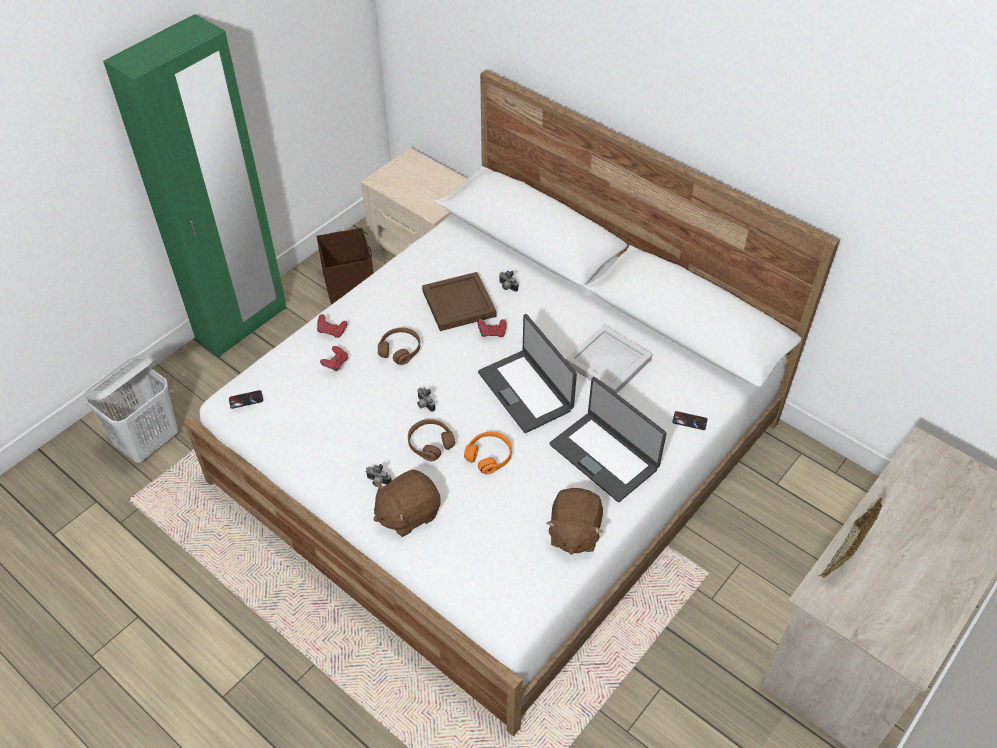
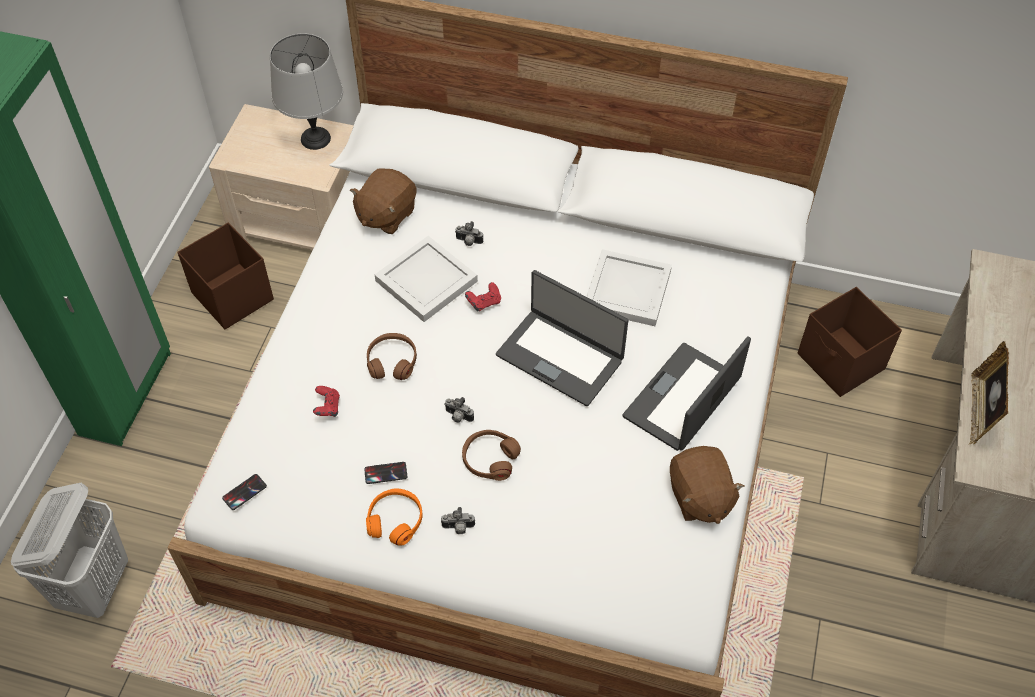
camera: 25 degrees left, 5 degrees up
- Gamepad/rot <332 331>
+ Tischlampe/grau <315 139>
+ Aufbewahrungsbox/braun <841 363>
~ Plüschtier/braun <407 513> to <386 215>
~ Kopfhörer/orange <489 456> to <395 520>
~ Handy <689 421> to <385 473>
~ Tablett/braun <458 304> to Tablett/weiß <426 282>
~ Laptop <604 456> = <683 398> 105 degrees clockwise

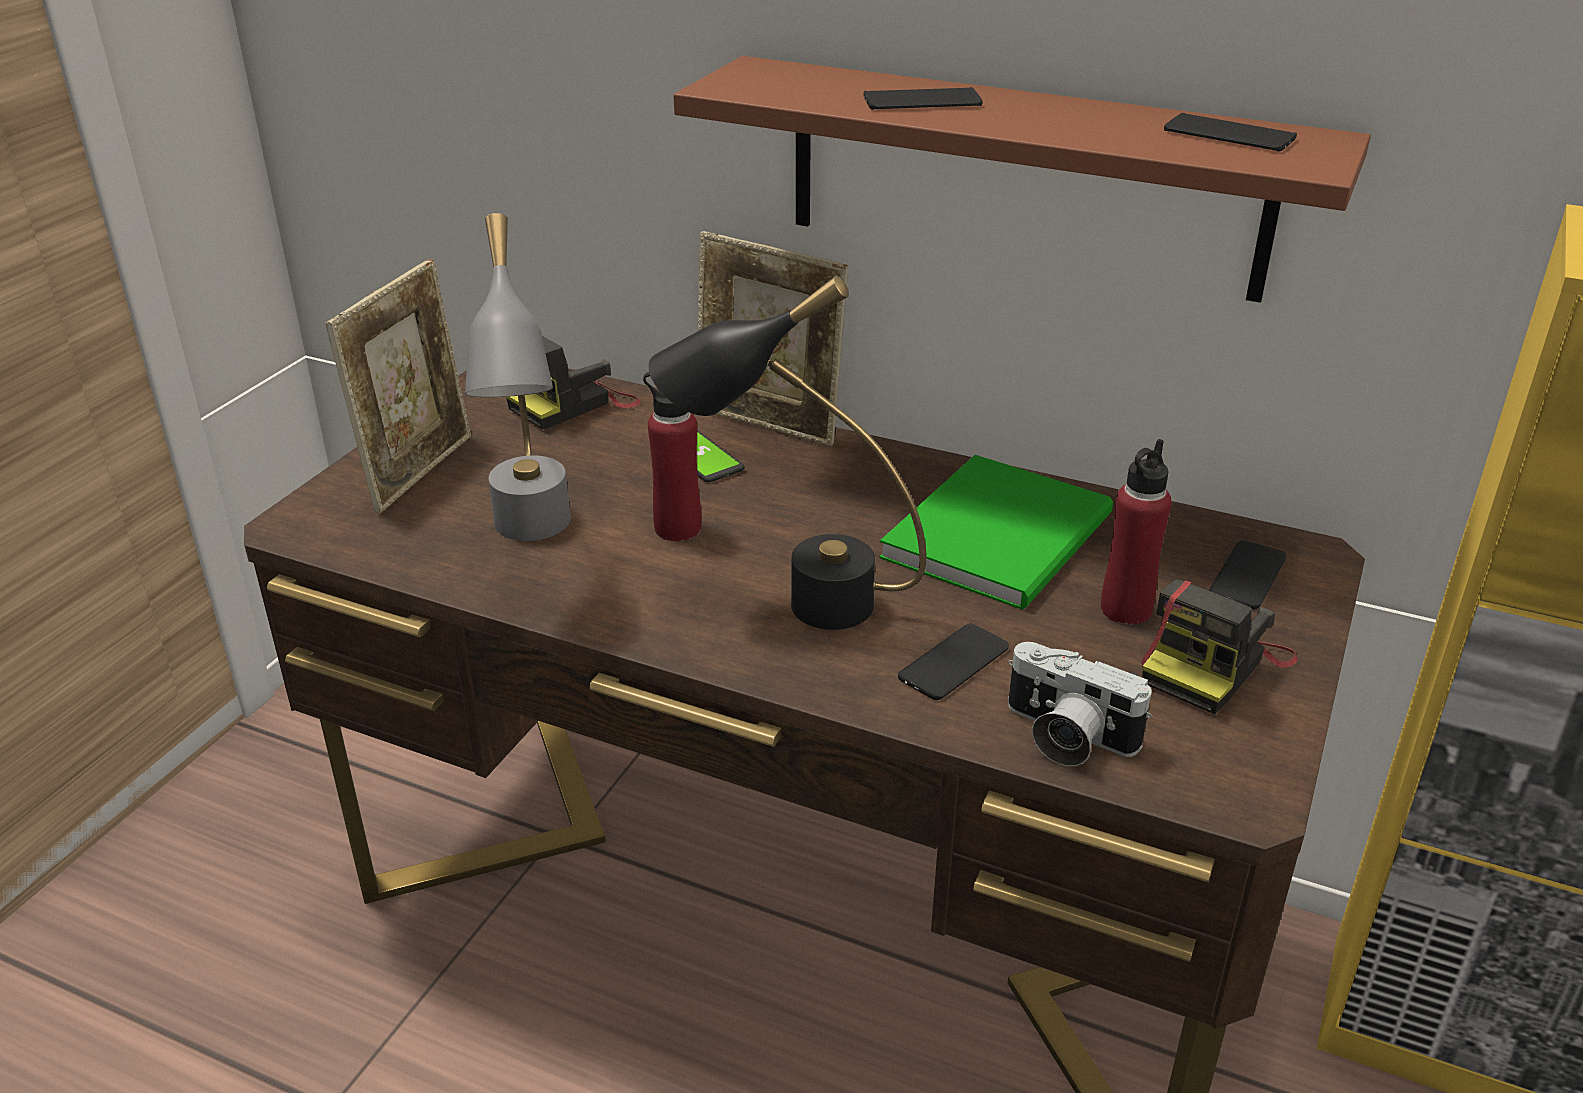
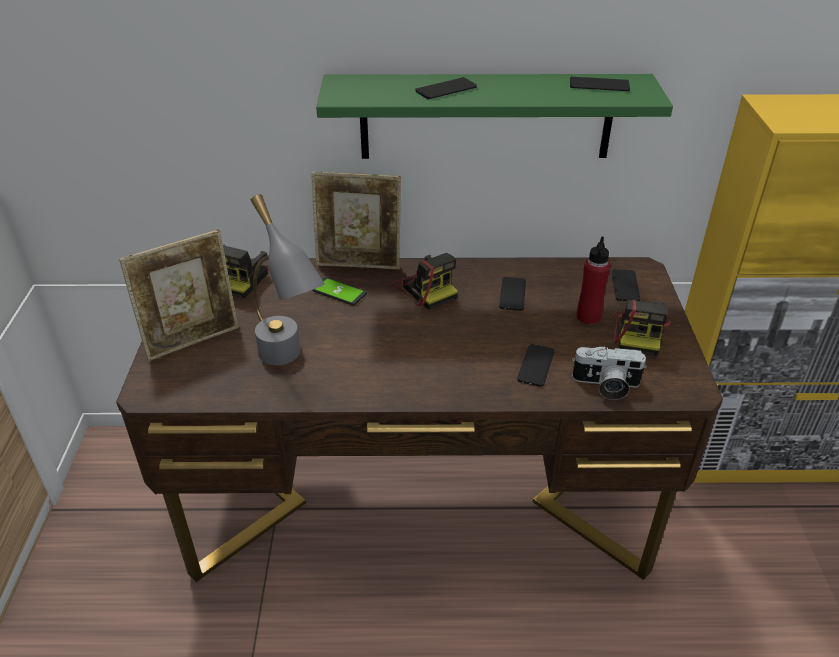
camera: 25 degrees left, 5 degrees up
- Flasche/rot <677 528>
- Tischlampe/schwarz <791 599>
+ Kamera <425 289>
~ Buch/grün <1005 534> to Handy <512 294>
~ Wandregal/braun <1023 178> to Wandregal/grün <486 116>
~ Bilderrahmen <419 471> = <193 340> 60 degrees clockwise

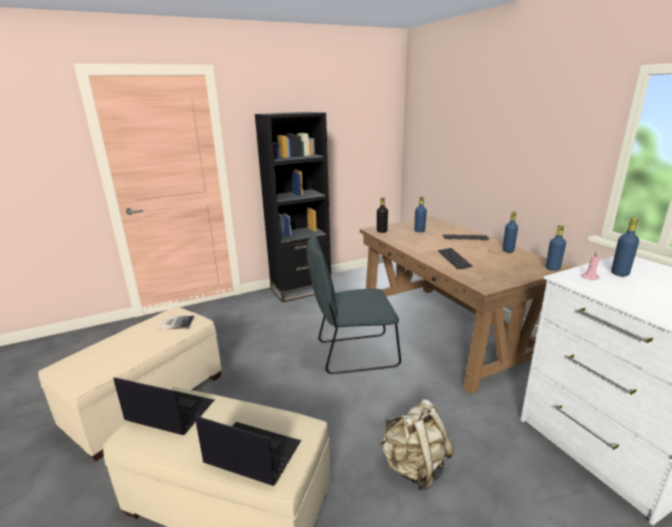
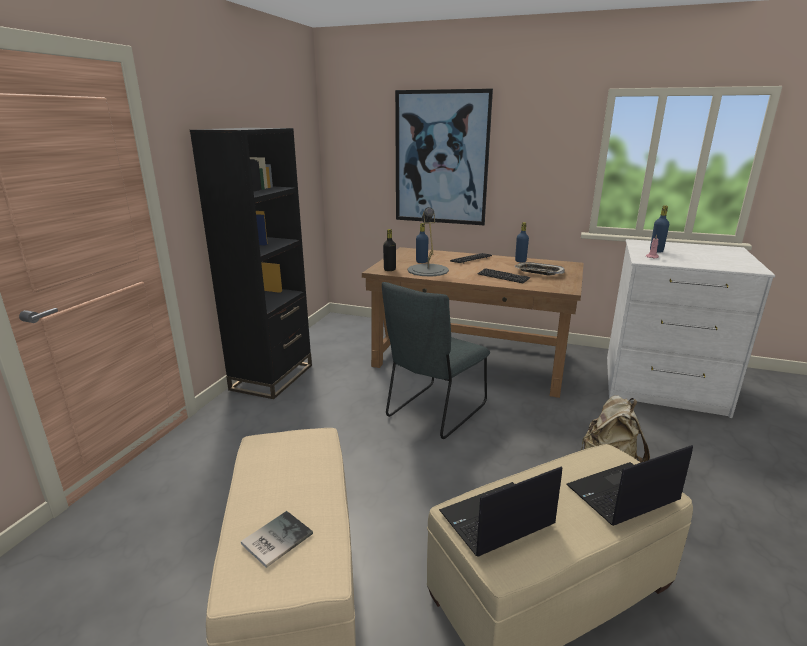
camera: 45 degrees left, 0 degrees up
- Flasche/blau <552 268>
+ Bild <441 158>
+ Tischlampe/grau <427 270>
+ Tablett <538 272>
~ Buch <176 323> to <274 539>

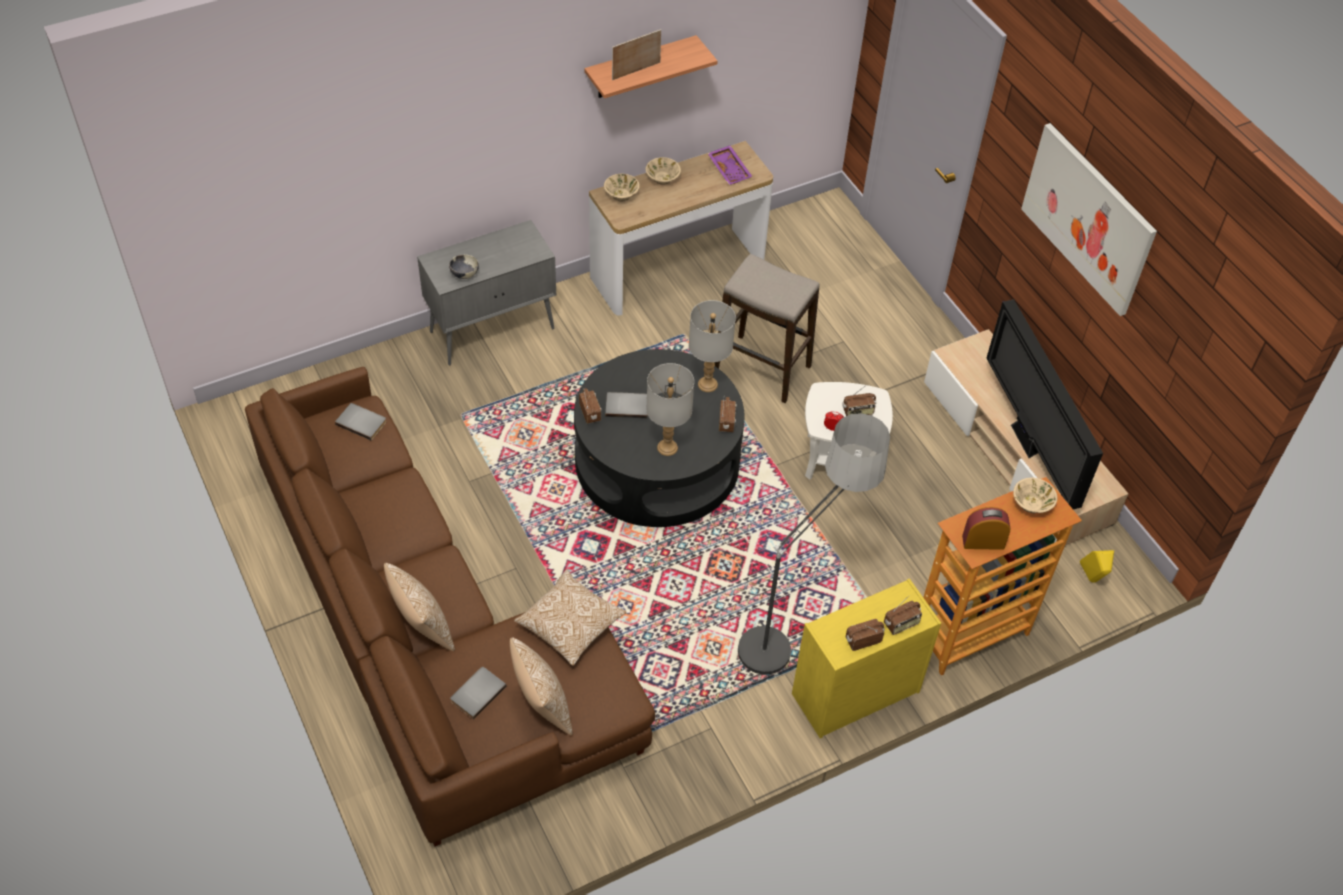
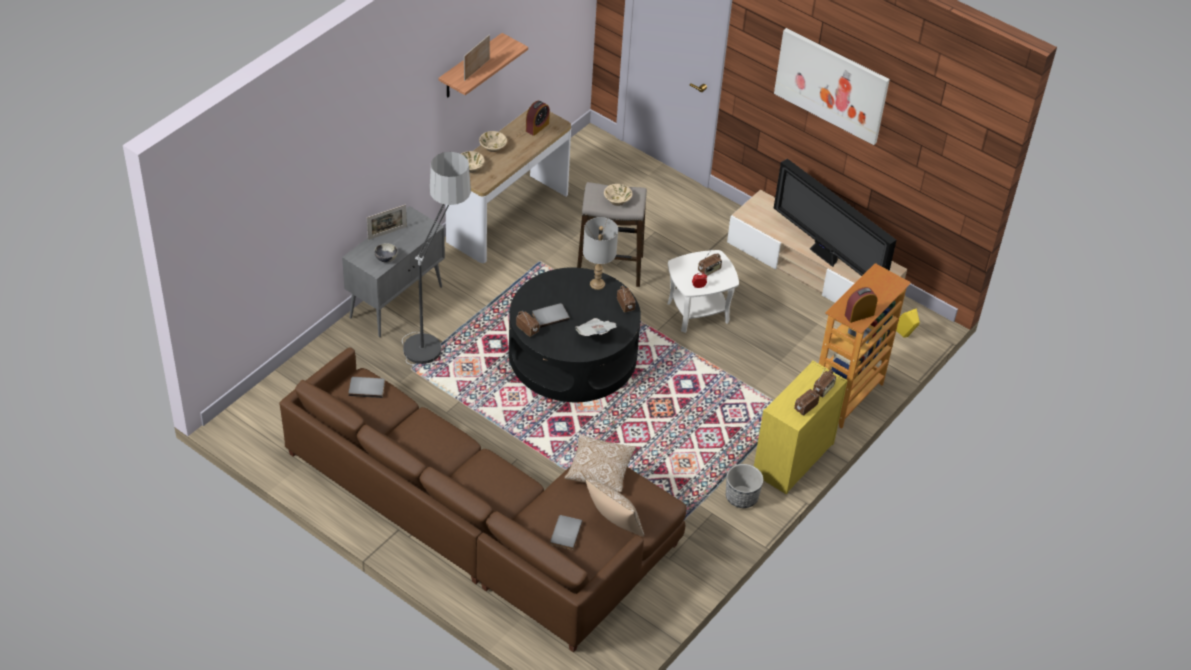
camera: 25 degrees left, 5 degrees down
- Kissen <422 628>
+ Bilderrahmen <387 233>
+ Pflanzkübel <741 497>
~ Stehlampe <793 627> to <435 330>
~ Schüssel/beige <1032 503> to <617 200>
~ Tischlampe/grau <667 447> to Zeitung <595 334>
~ Tablett/lila <730 170> to Wecker <537 127>

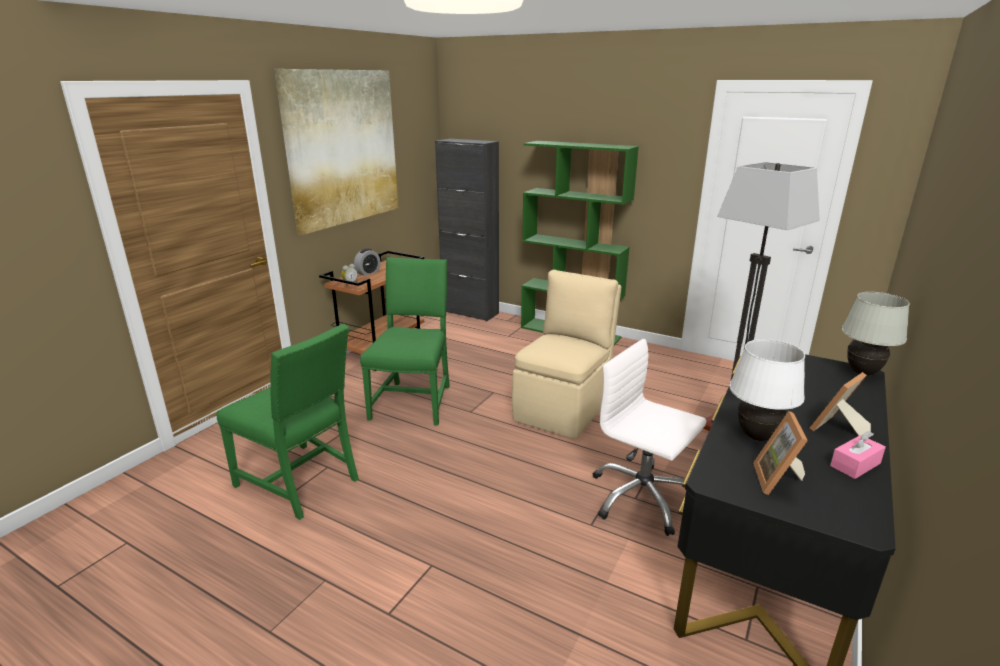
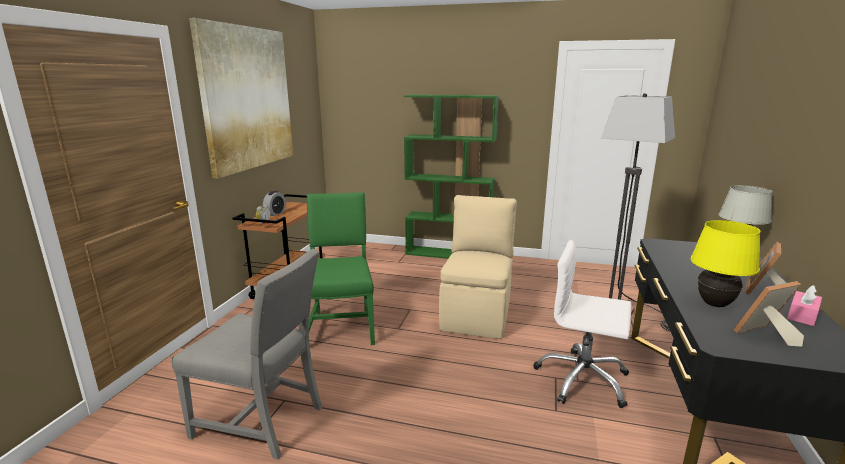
camera: 15 degrees left, 5 degrees down
- Schrank/schwarz <470 312>
~ Stuhl/grün <301 482> to Stuhl/grau <263 420>
~ Tischlampe/weiß <756 436> to Tischlampe/gelb <714 304>
~ Bilderrahmen <779 481> = <765 336> 75 degrees clockwise

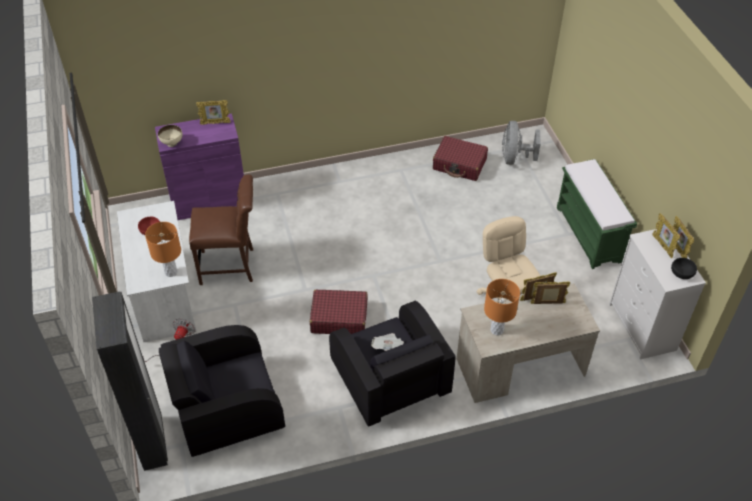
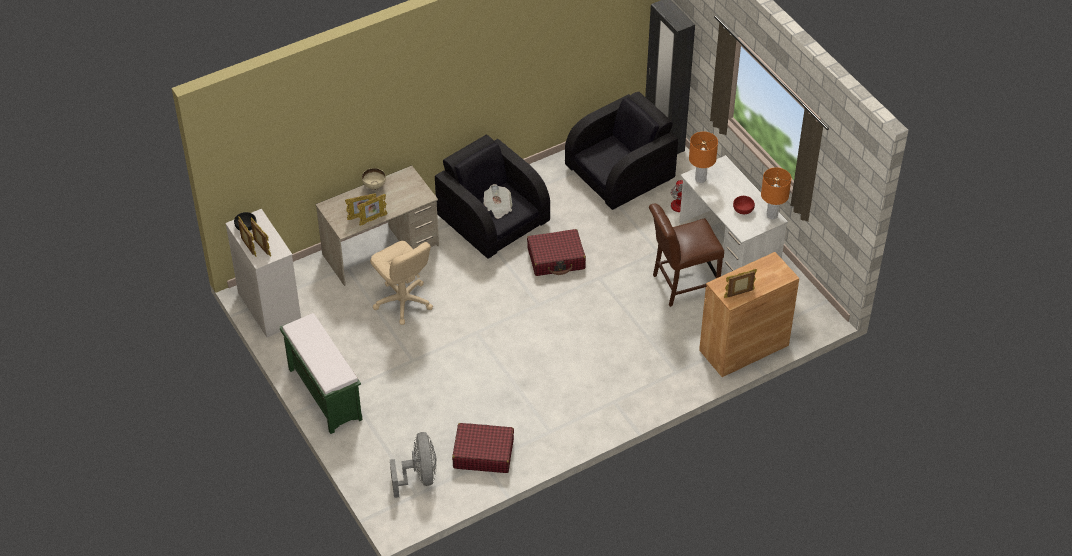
camera: 165 degrees right, 0 degrees up
~ Schüssel/beige <172 143> to <374 186>
~ Tischlampe/orange <497 330> to <771 215>
~ Schrank/lila <209 201> to Schrank/braun <744 348>

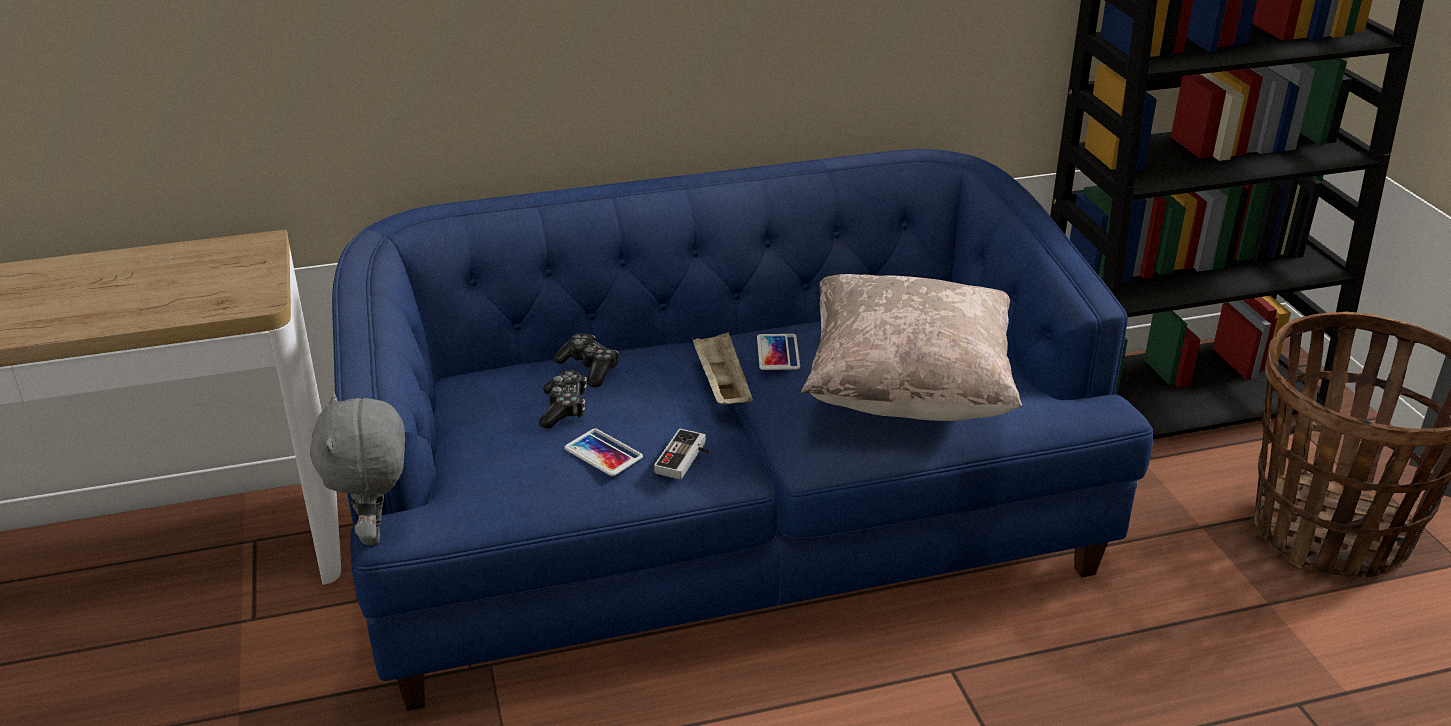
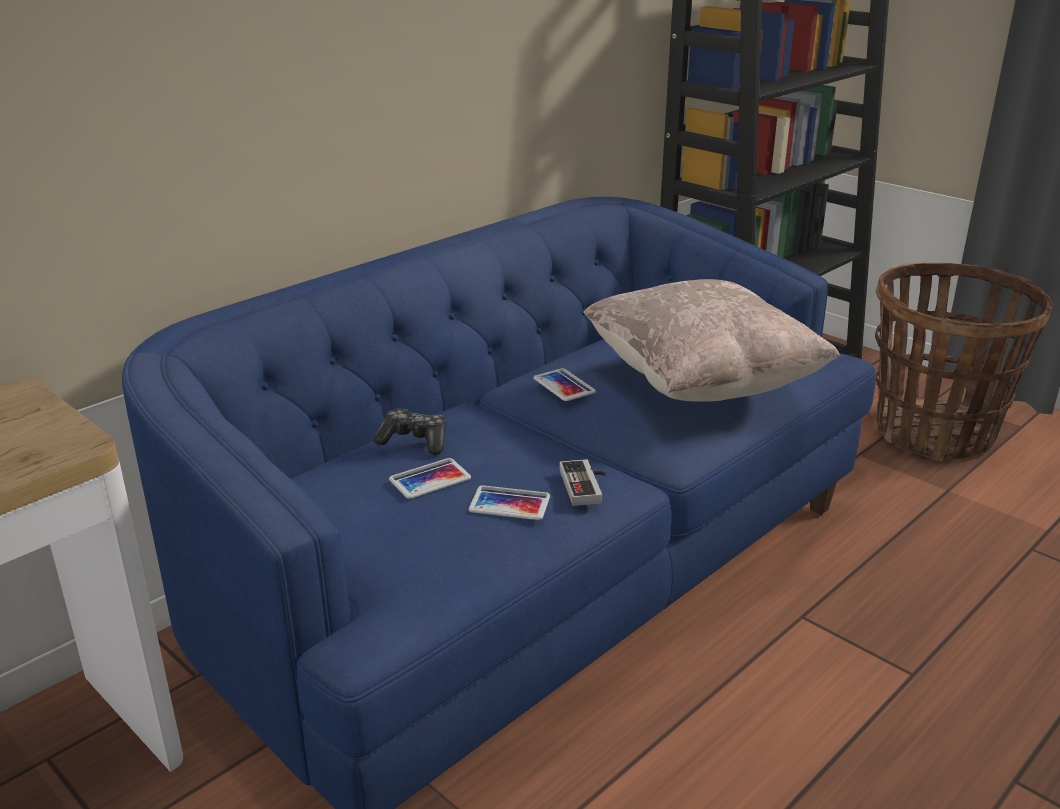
camera: 30 degrees left, 5 degrees down
- Plüschtier/grau <376 532>
- Tablett/beige <721 386>
~ Gamepad <564 408> to Handy <430 479>

